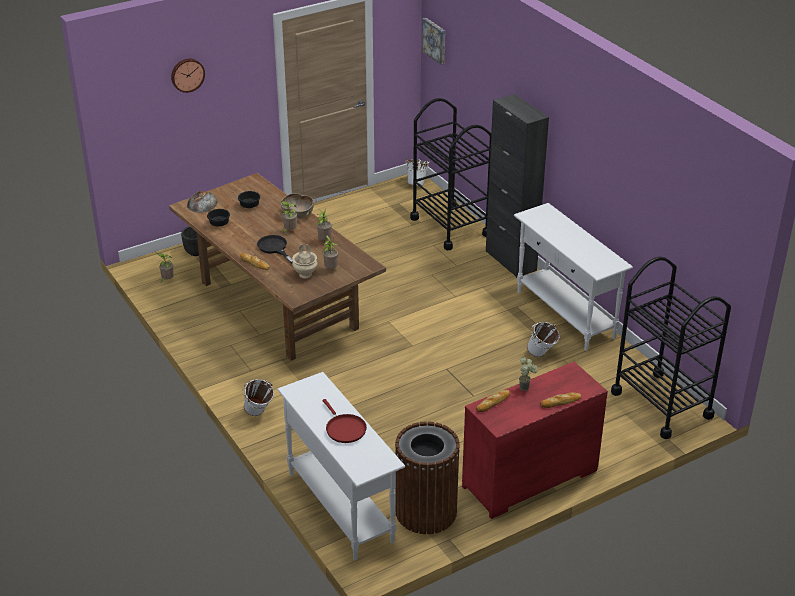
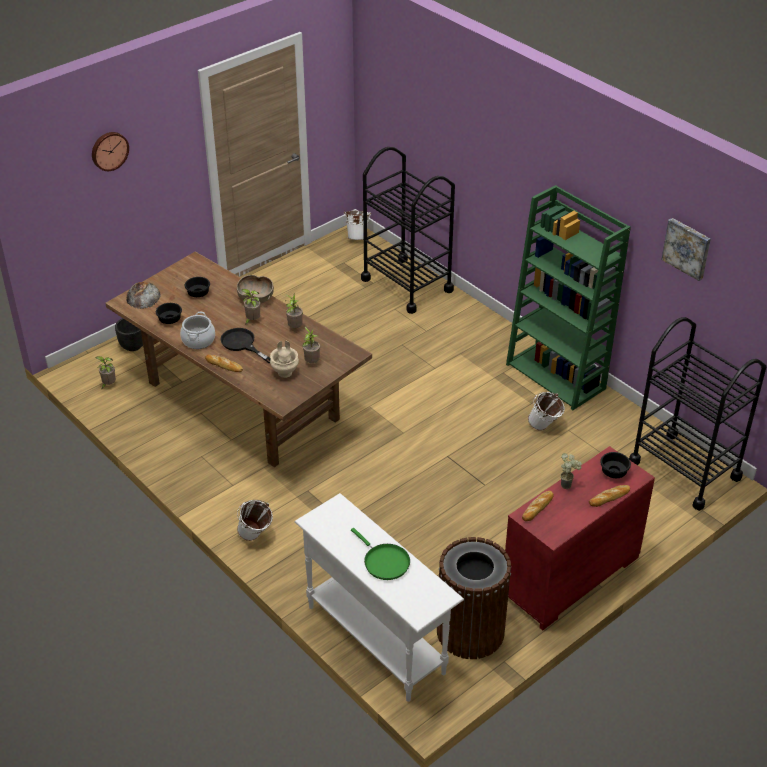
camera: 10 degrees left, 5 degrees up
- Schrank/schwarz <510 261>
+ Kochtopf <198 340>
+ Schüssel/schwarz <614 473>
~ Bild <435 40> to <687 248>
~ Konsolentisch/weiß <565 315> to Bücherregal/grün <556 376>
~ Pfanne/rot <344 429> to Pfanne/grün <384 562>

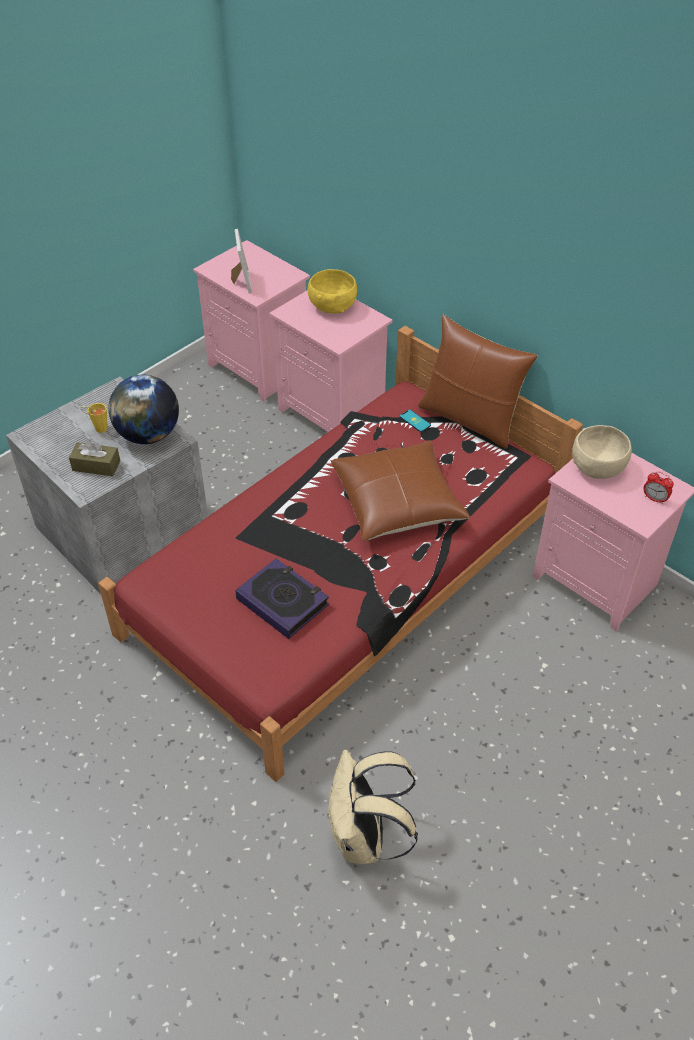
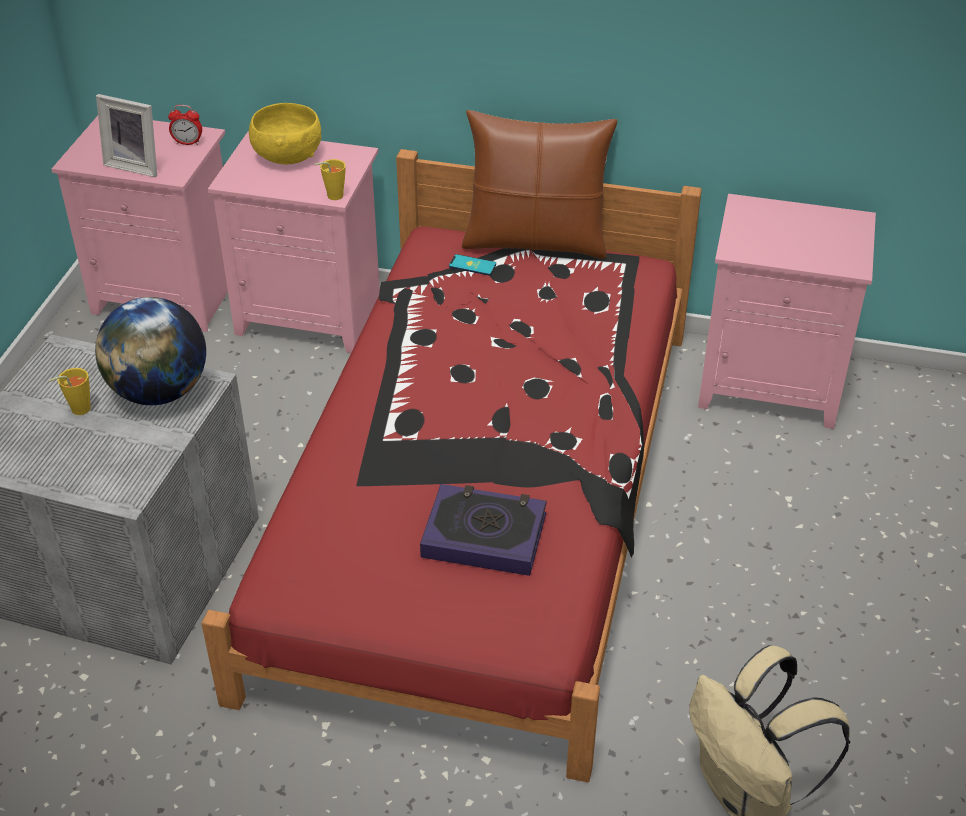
camera: 30 degrees left, 5 degrees down
- Taschentuchbox/braun <96 466>
- Kissen/braun <397 502>
- Schüssel/beige <598 467>
+ Tasse/gelb <331 196>
~ Wecker <654 499> to <188 143>
~ Bilderrahmen <241 282> = <136 165> 150 degrees clockwise

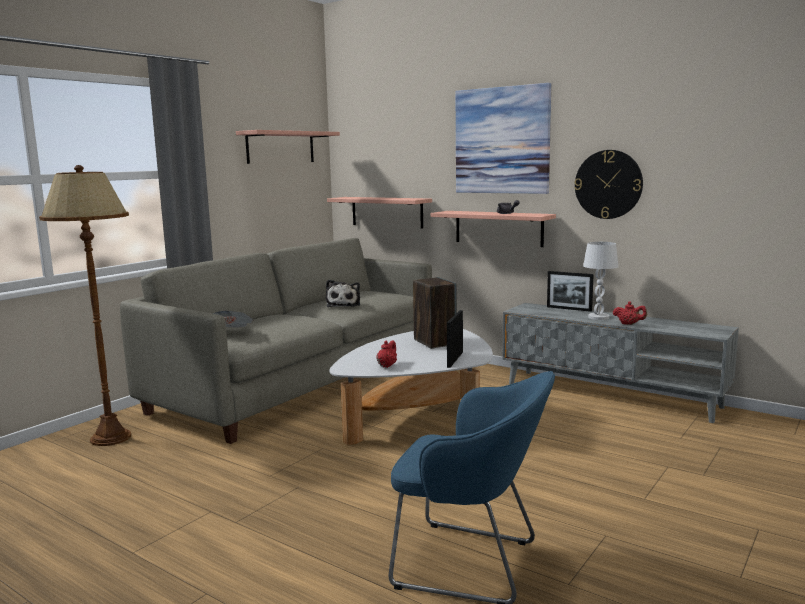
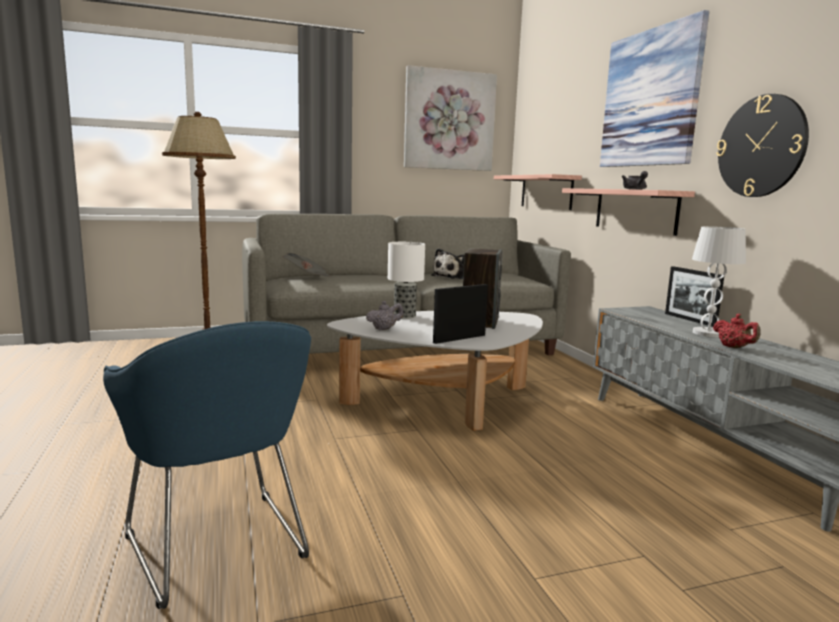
camera: 35 degrees right, 0 degrees up
+ Tischlampe <405 316>
~ Wandregal <280 147> to Bild <449 120>
~ Teekanne/rot <387 366> to Teekanne/grau <384 329>

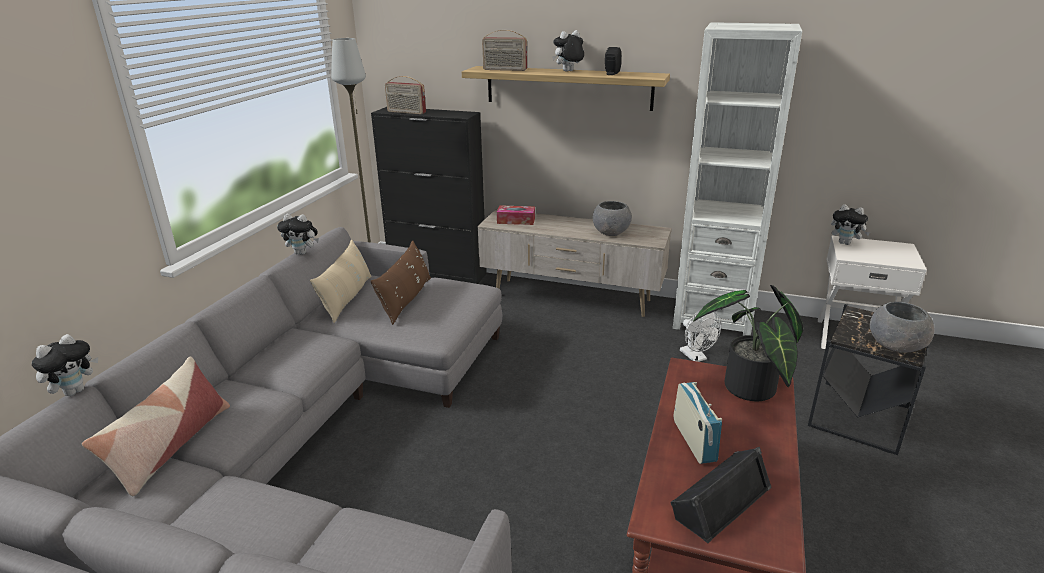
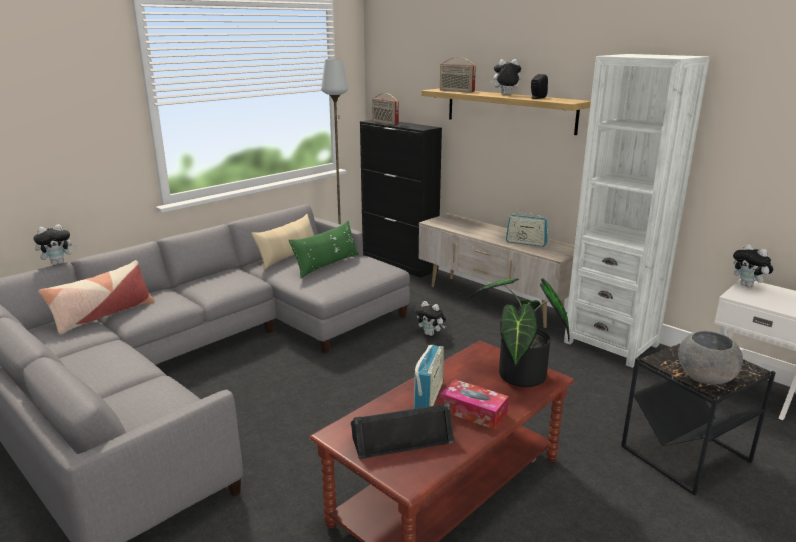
camera: 25 degrees right, 5 degrees down
- Ventilator/weiß <696 357>
~ Plüschtier <302 253> to <431 334>
~ Taschentuchbox <516 220> to <473 412>
~ Schüssel/grau <611 232> to Radio <526 243>
~ Kissen/braun <406 299> to Kissen/grün <327 265>

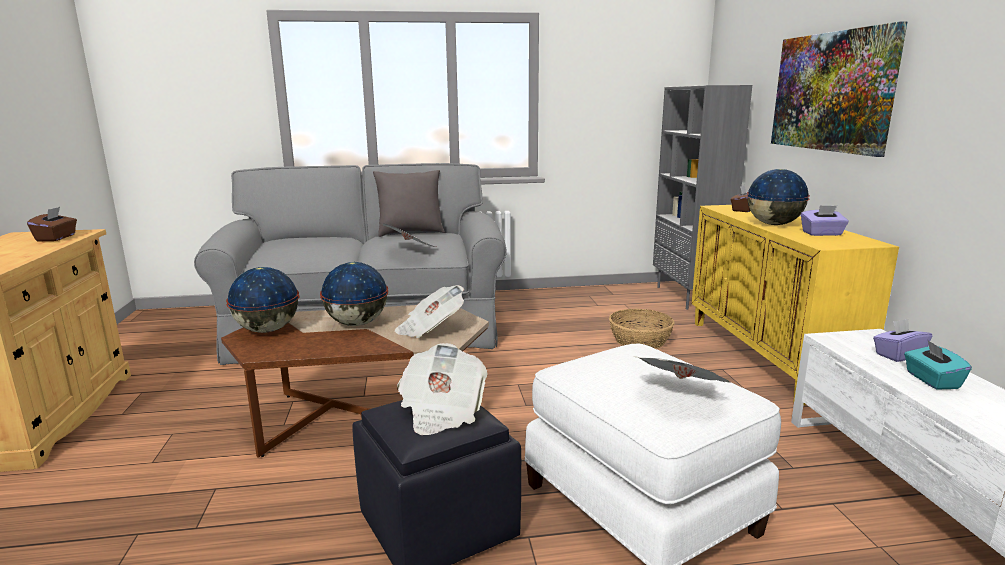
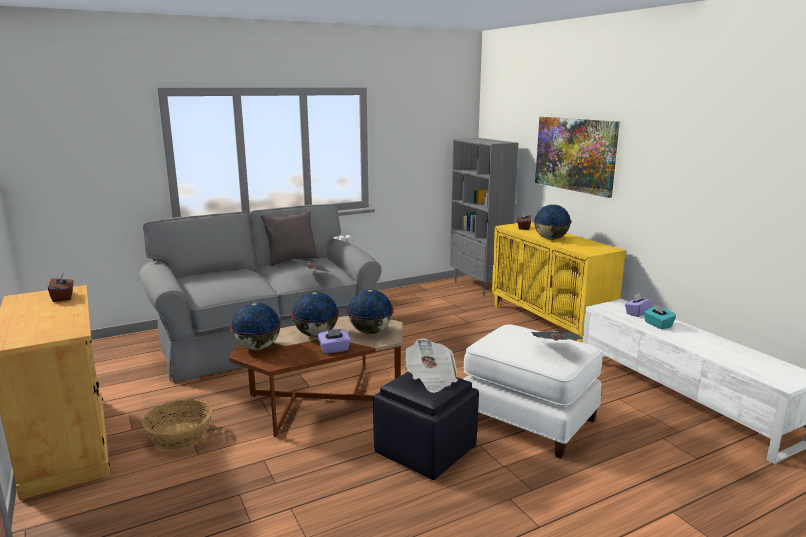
camera: 20 degrees left, 0 degrees up
~ Korb <640 340> to <180 436>
~ Taschentuchbox/lila <822 234> to <334 349>
~ Zeitung <430 329> to Globus <370 332>

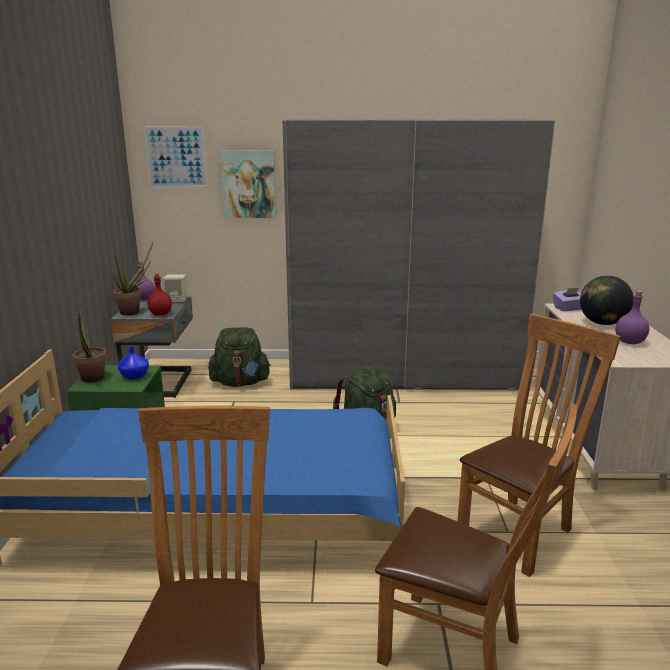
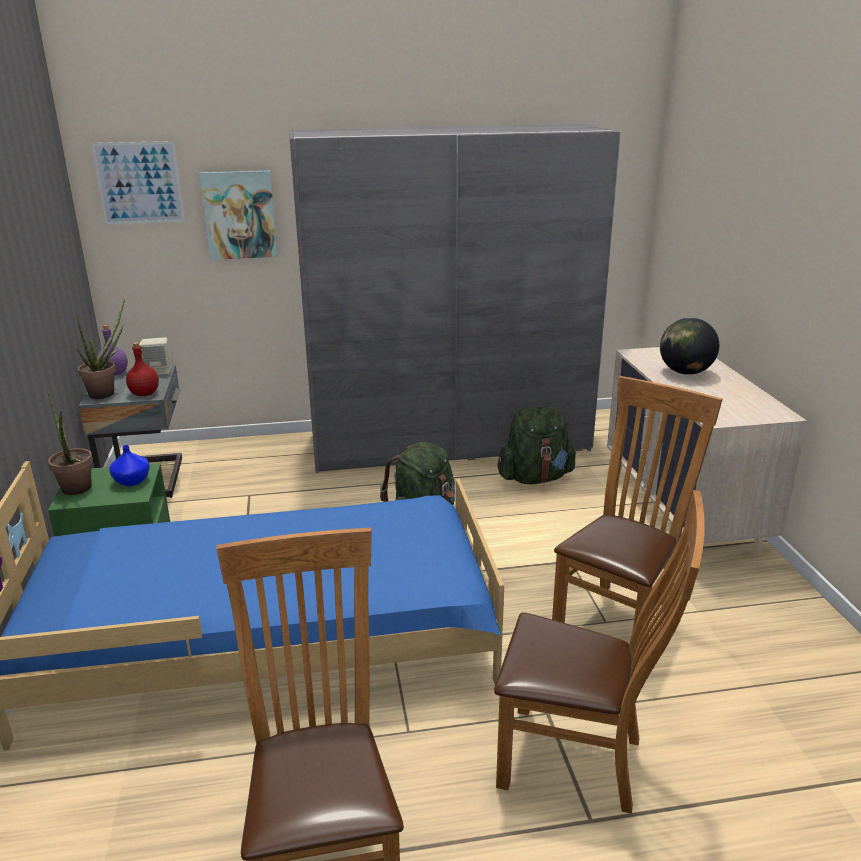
camera: 10 degrees left, 5 degrees up
- Taschentuchbox/lila <568 309>
- Flasche/lila <630 342>
~ Rucksack/grün <240 383> to <535 478>

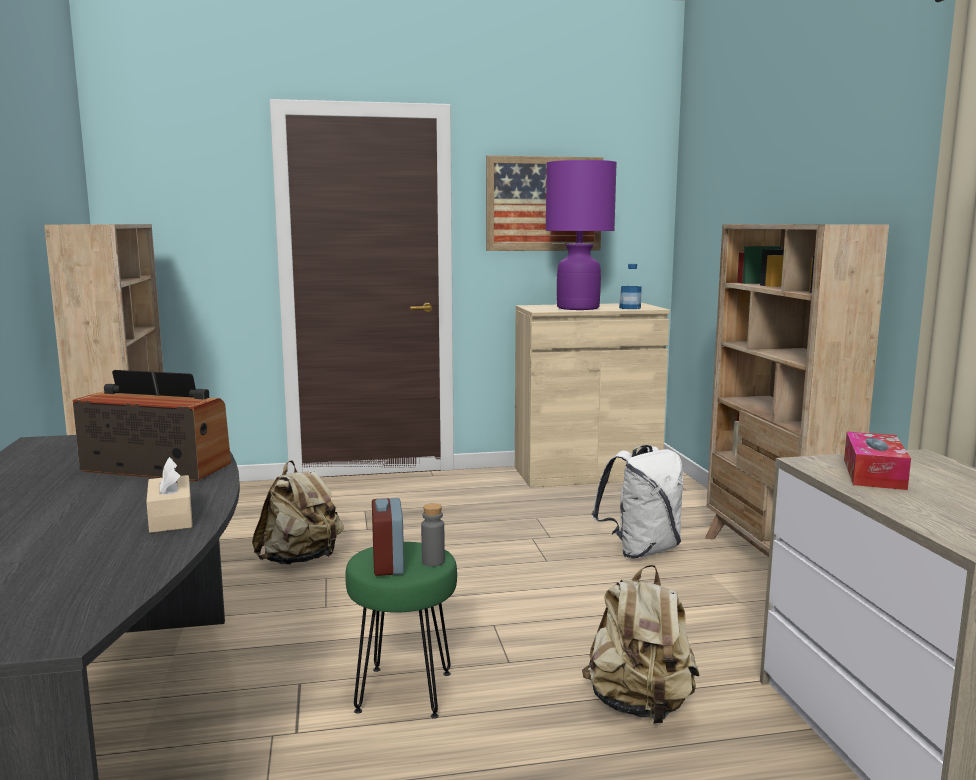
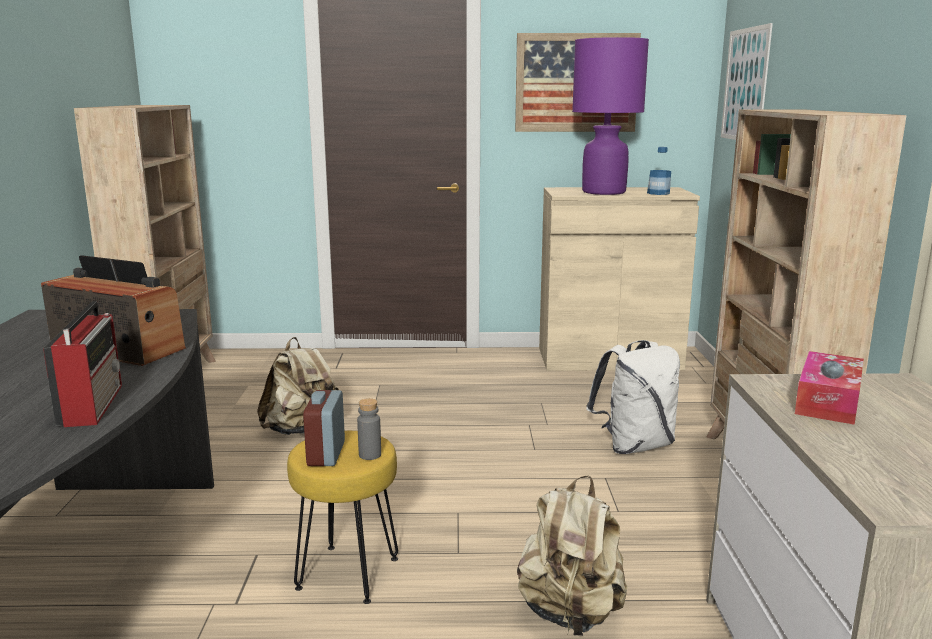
camera: 10 degrees right, 5 degrees up
+ Bild <745 85>
~ Taschentuchbox/beige <171 518> to Radio <93 404>
~ Hocker/grün <405 692> to Hocker/gelb <348 574>

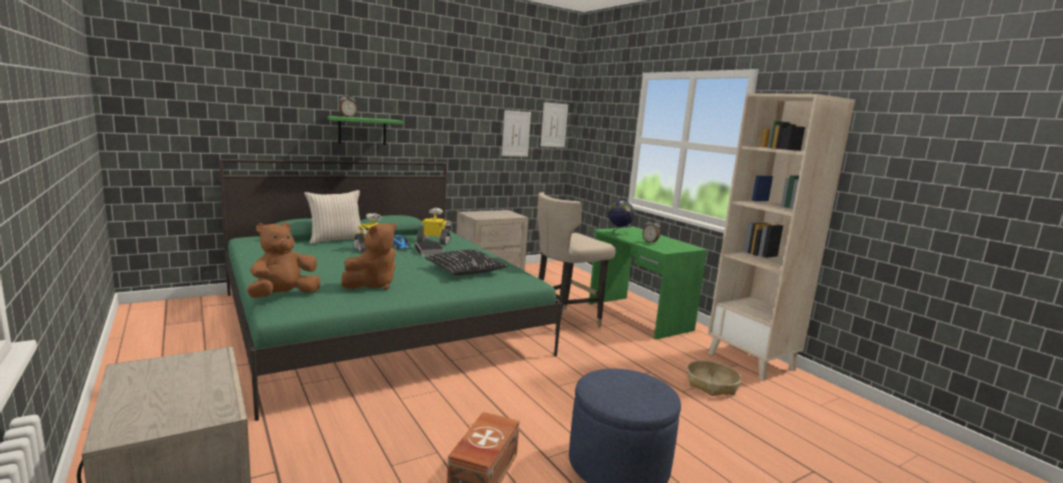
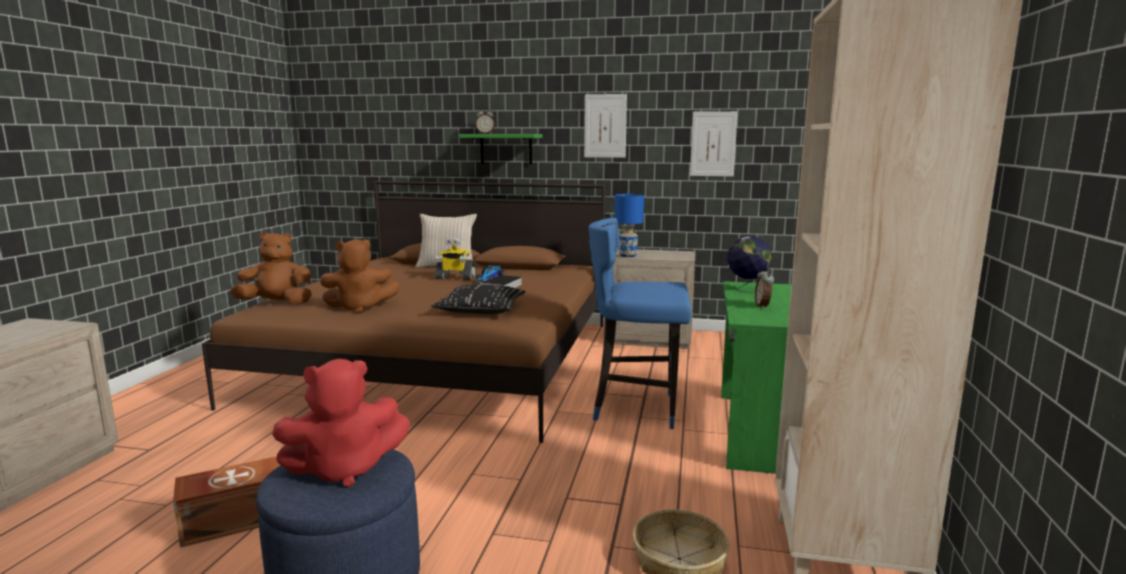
camera: 45 degrees right, 0 degrees up
- Spielzeugroboter <434 241>
+ Plüschtier/rot <345 469>
+ Tischlampe/blau <628 256>
~ Bild <554 125> to <605 126>
~ Bett/grün <379 322> to Bett/braun <442 360>
~ Hocker/beige <563 321> to Hocker/blau <637 408>

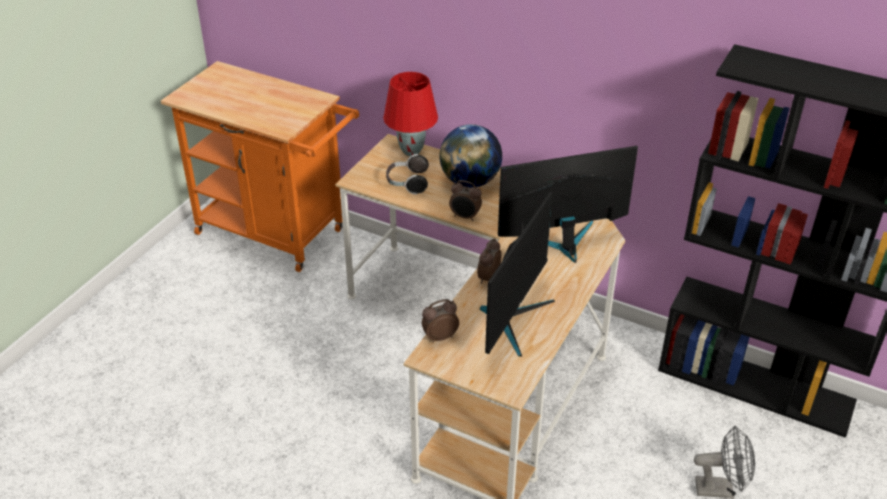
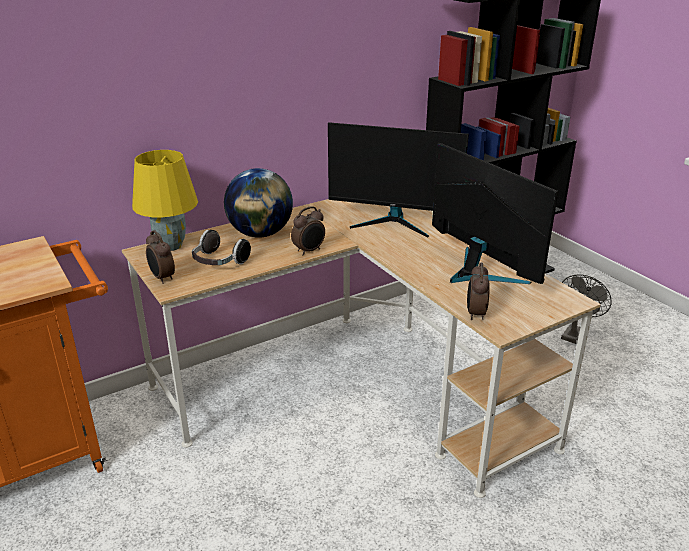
camera: 60 degrees left, 10 degrees down
~ Wecker <488 278> to <162 278>
~ Tischlampe/rot <410 151> to Tischlampe/gelb <171 246>
~ Monitor <563 242> = <394 222> 90 degrees counterclockwise

